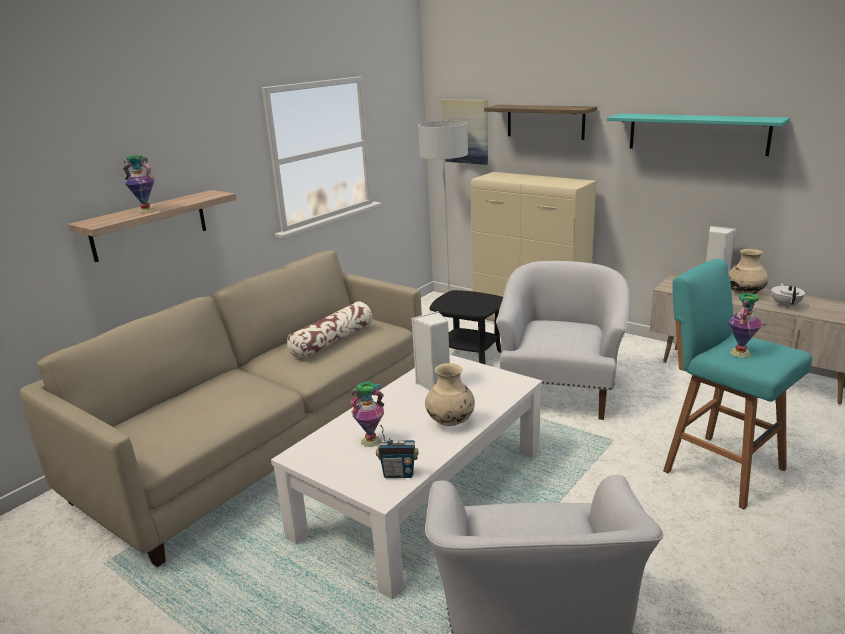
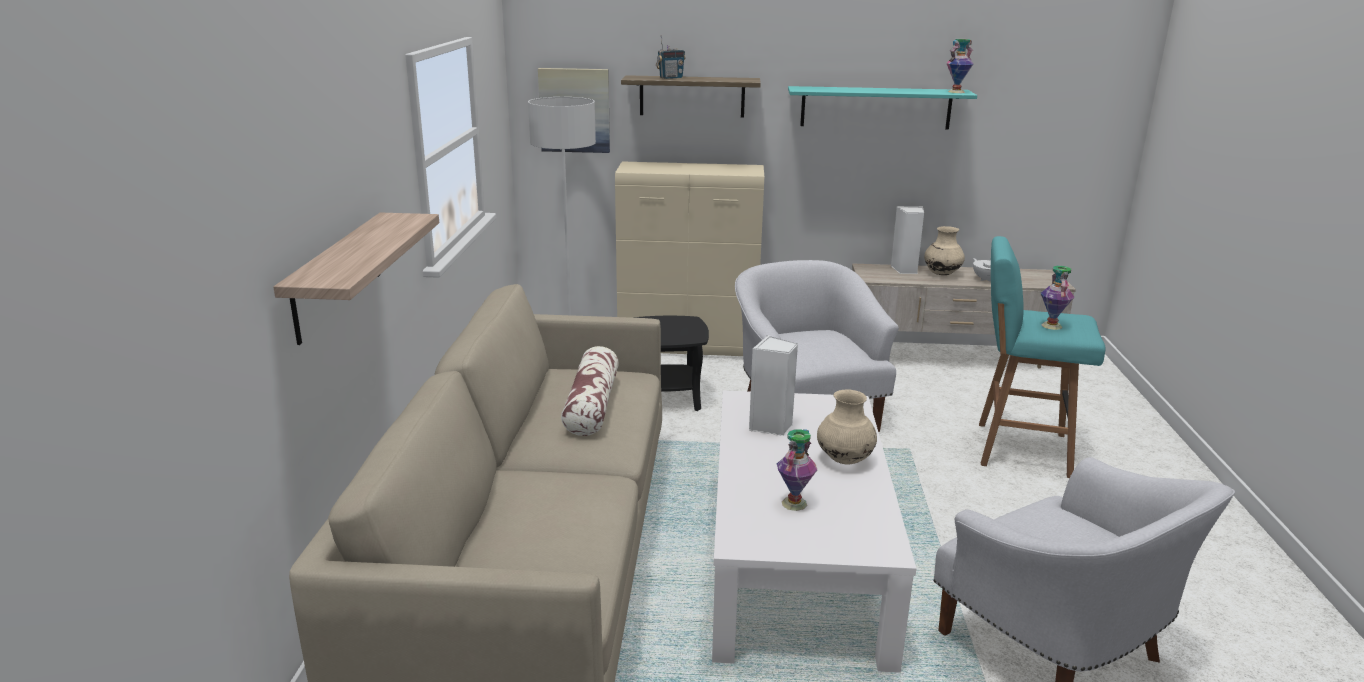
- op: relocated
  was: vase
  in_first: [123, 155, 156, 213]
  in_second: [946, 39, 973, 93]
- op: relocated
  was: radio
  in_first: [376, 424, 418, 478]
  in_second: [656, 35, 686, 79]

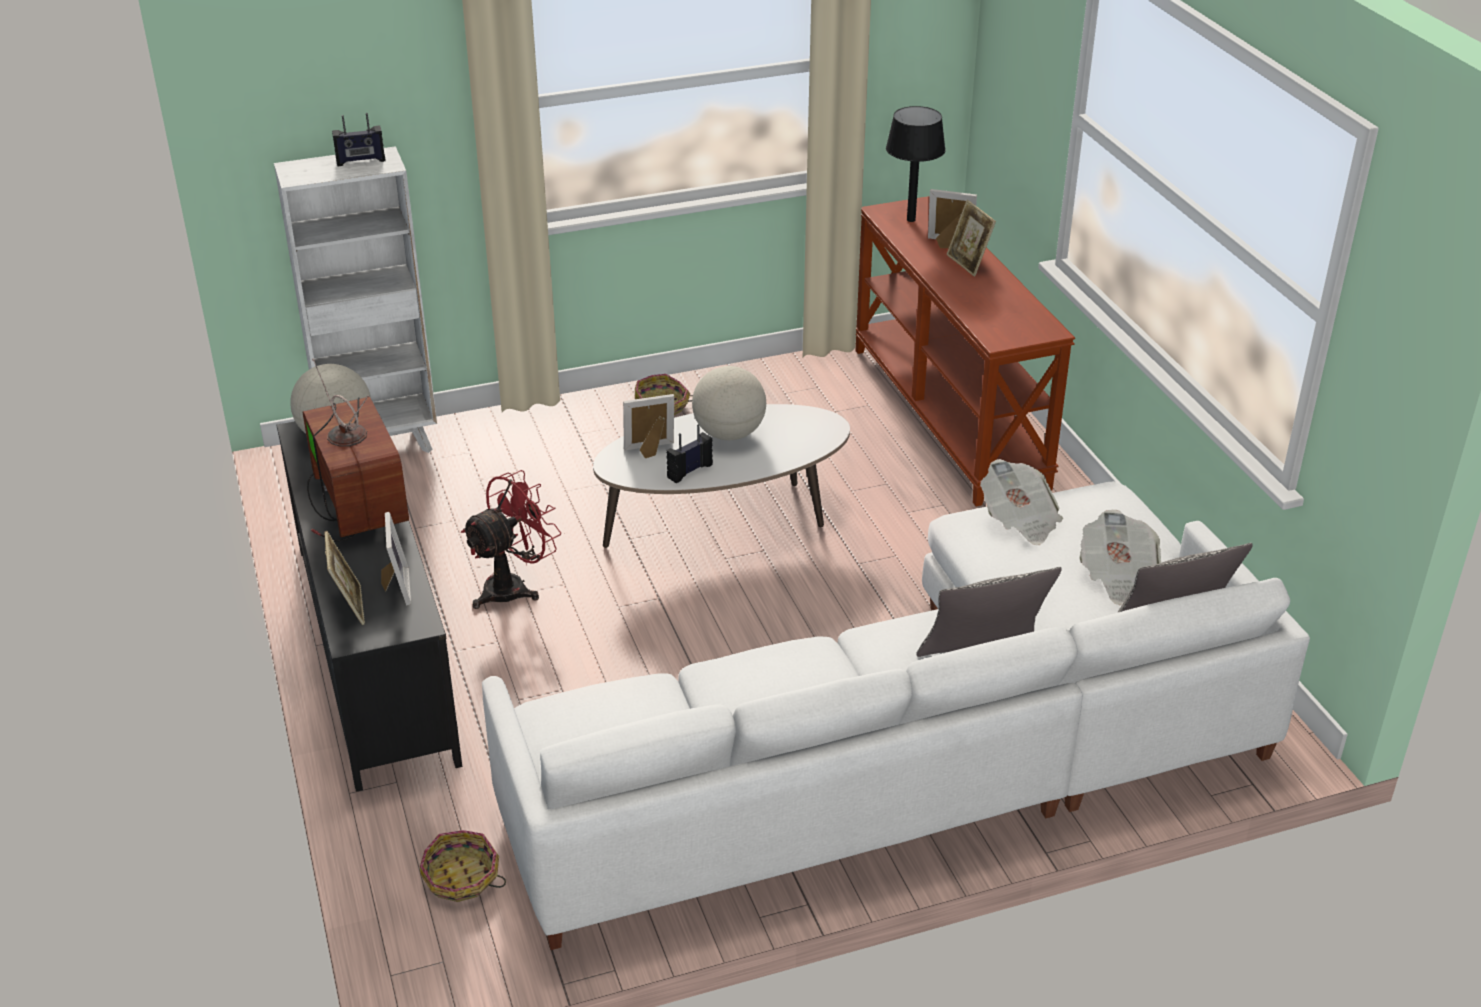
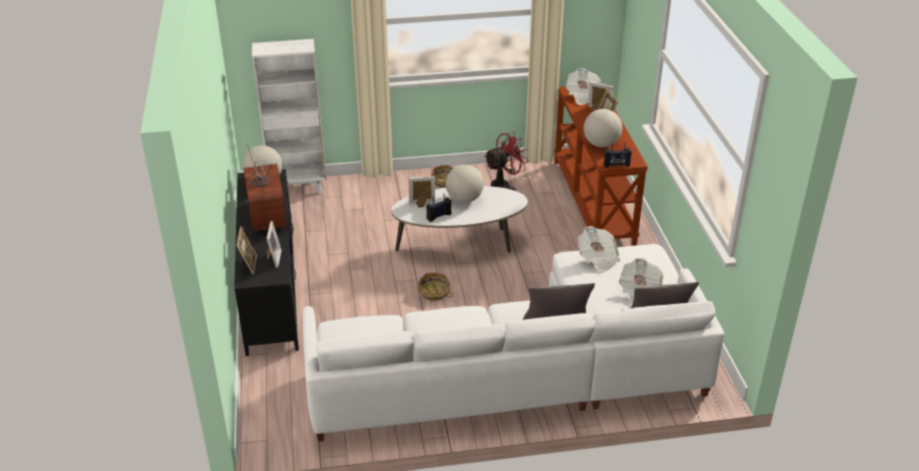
- op: appeared
  now: globe
  in_second: [584, 109, 622, 147]
- op: relocated
  was: radio
  in_first: [332, 113, 385, 166]
  in_second: [604, 142, 631, 168]
- op: relocated
  was: panier
  in_first: [420, 830, 506, 902]
  in_second: [417, 273, 453, 301]
- op: relocated
  was: ventilateur/rouge
  in_first: [461, 470, 561, 609]
  in_second: [484, 132, 529, 191]
- op: exchanged
  was: lampe de table/noir
  now: journal
  in_first: [886, 106, 946, 222]
  in_second: [565, 68, 601, 105]

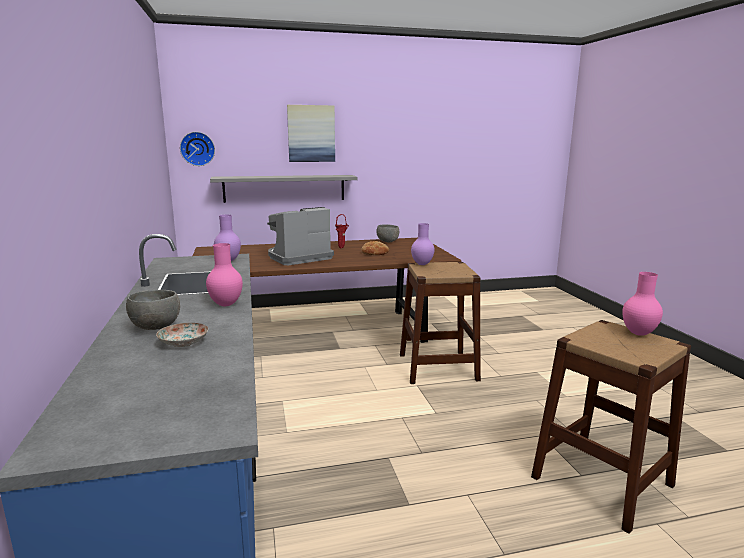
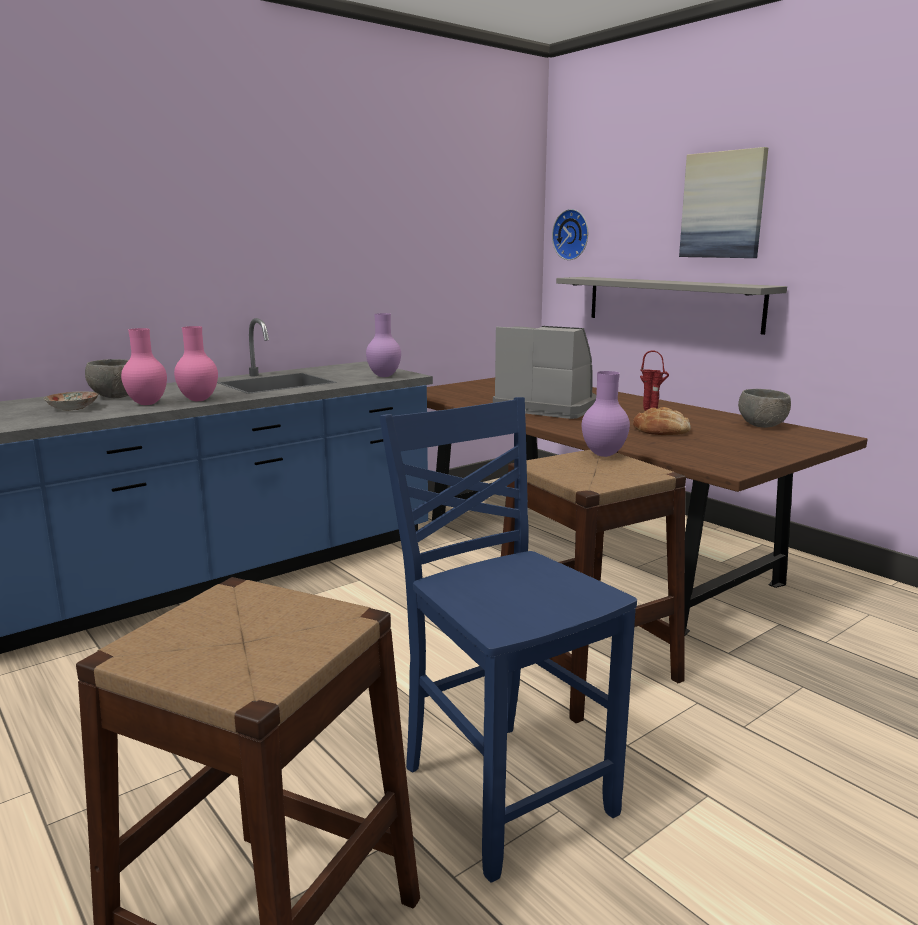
- op: appeared
  now: chaise/bleu
  in_second: [379, 397, 637, 882]
- op: relocated
  was: vase/rose
  in_first: [622, 272, 663, 336]
  in_second: [121, 328, 167, 405]

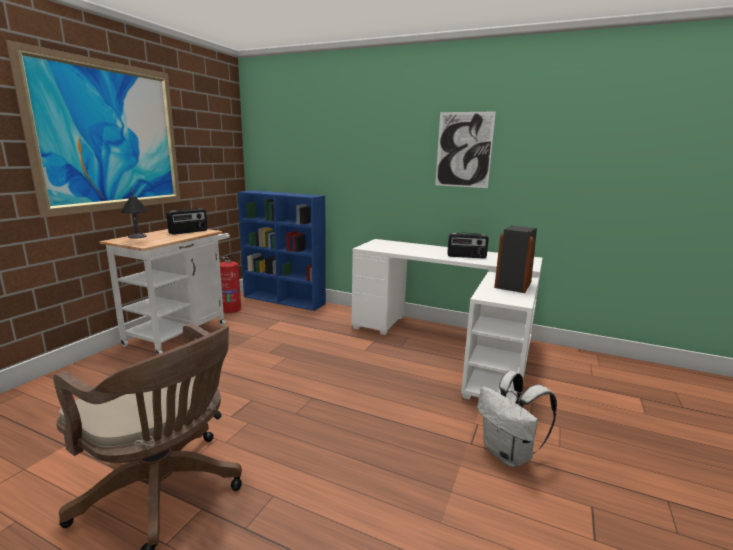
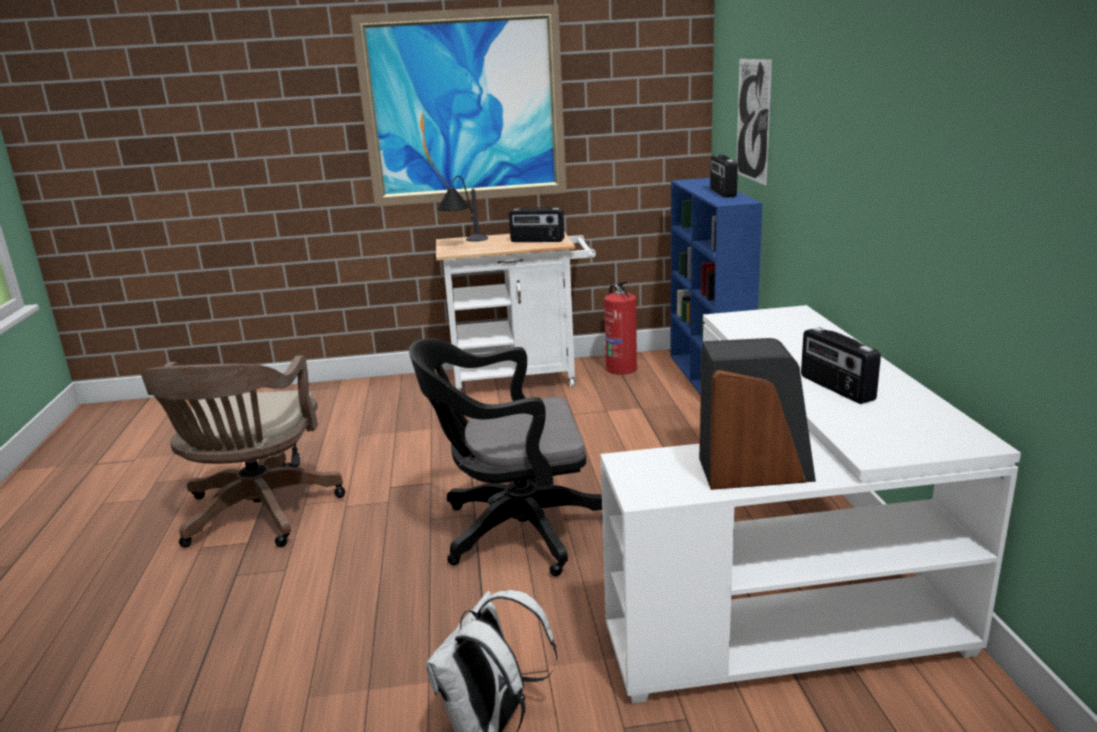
- op: appeared
  now: chaise de bureau/noir
  in_second: [409, 338, 603, 576]
- op: appeared
  now: radio
  in_second: [710, 155, 738, 198]
- op: relocated
  was: tableau
  in_first: [435, 112, 496, 188]
  in_second: [736, 59, 772, 185]

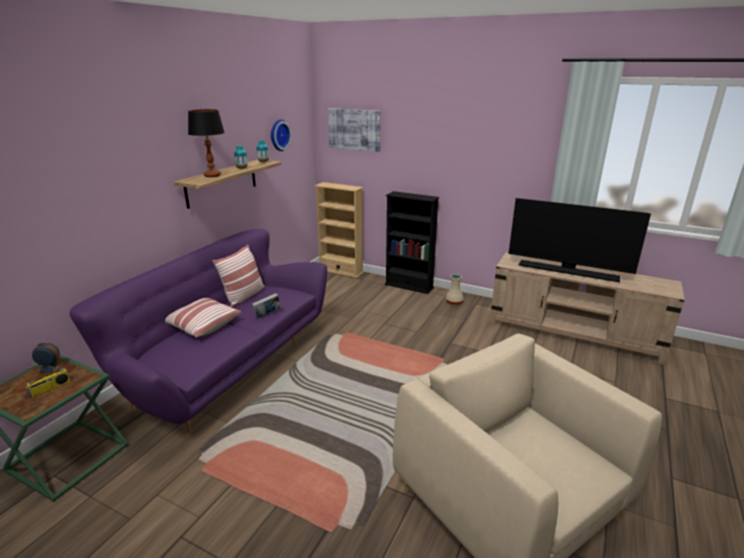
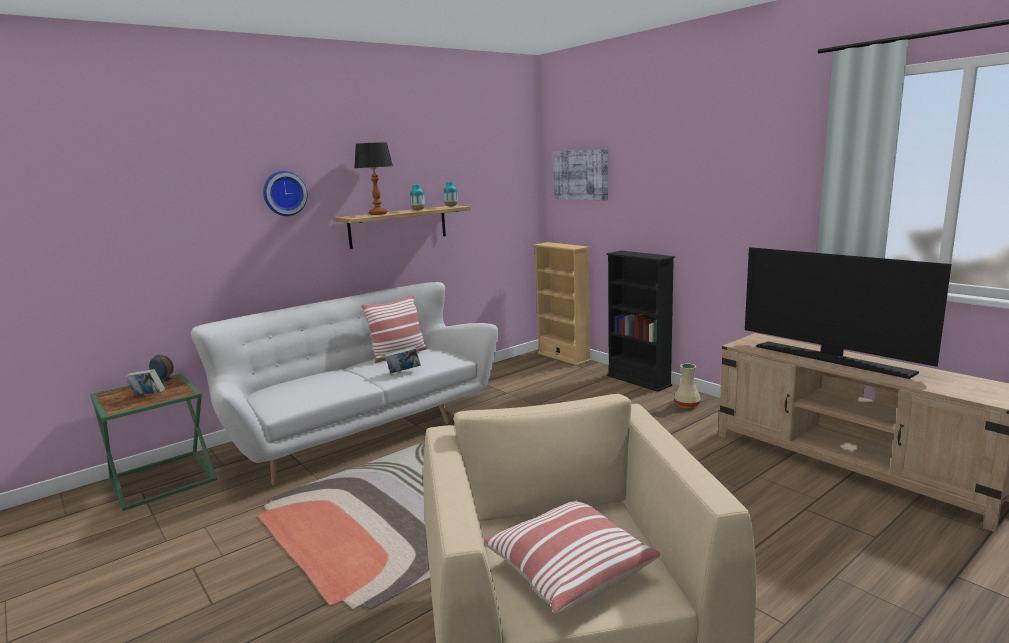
- op: relocated
  was: coussin
  in_first: [165, 298, 241, 338]
  in_second: [483, 500, 660, 614]
- op: relocated
  was: horloge murale
  in_first: [271, 120, 292, 151]
  in_second: [263, 171, 308, 216]
- op: exchanged
  was: radio
  now: livre
  in_first: [25, 364, 70, 398]
  in_second: [124, 369, 165, 395]
- op: colour
  was: canapé/violet
  now: canapé/blanc
  in_first: [69, 229, 327, 437]
  in_second: [191, 282, 498, 486]

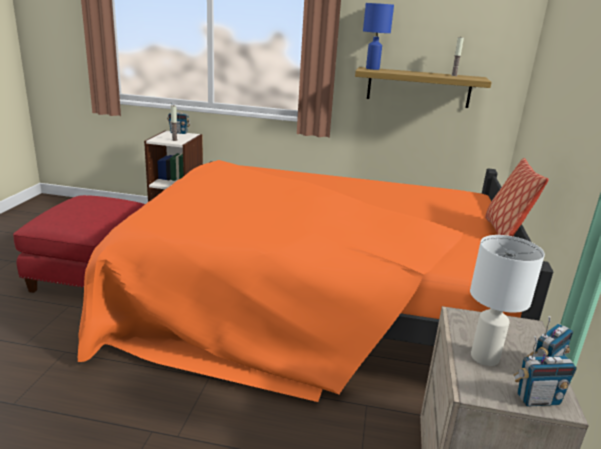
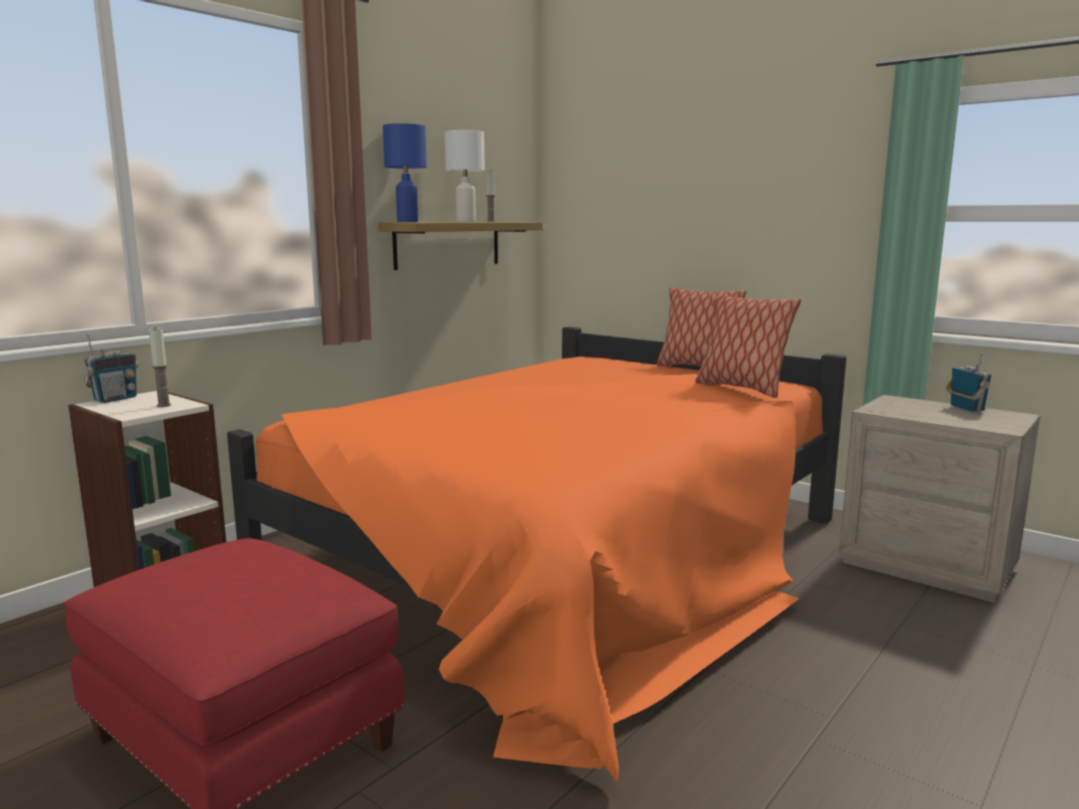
- op: missing
  was: radio
  in_first: [514, 336, 577, 407]
- op: appeared
  now: coussin
  in_second: [695, 293, 801, 398]
- op: relocated
  was: lampe de table/blanc
  in_first: [470, 235, 545, 366]
  in_second: [445, 130, 485, 222]

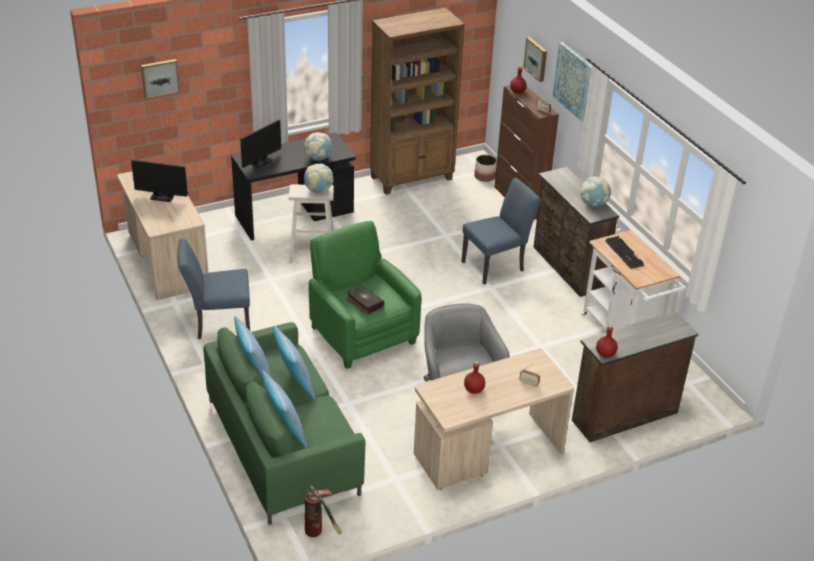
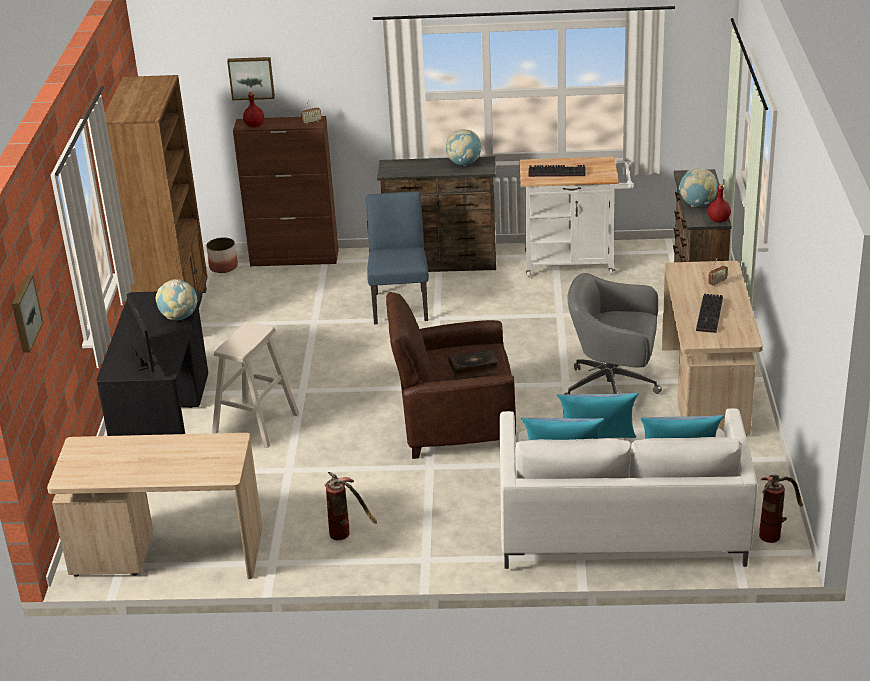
- op: missing
  was: écran d'ordinateur
  in_first: [131, 160, 188, 202]
- op: missing
  was: tableau
  in_first: [553, 42, 592, 123]
- op: relocated
  was: globe
  in_first: [304, 164, 333, 193]
  in_second: [679, 168, 718, 207]
- op: exchanged
  was: chaise/bleu
  now: extincteur
  in_first: [177, 238, 250, 339]
  in_second: [325, 472, 377, 540]
- op: exchanged
  was: bouteille/rouge
  now: clavier
  in_first: [464, 361, 485, 394]
  in_second: [696, 294, 723, 333]
- op: colour
  was: canapé/vert
  now: canapé/blanc
  in_first: [203, 322, 365, 525]
  in_second: [500, 408, 757, 569]
- op: colour
  was: fauteuil/vert
  now: fauteuil/marron
  in_first: [309, 221, 422, 369]
  in_second: [386, 292, 516, 459]

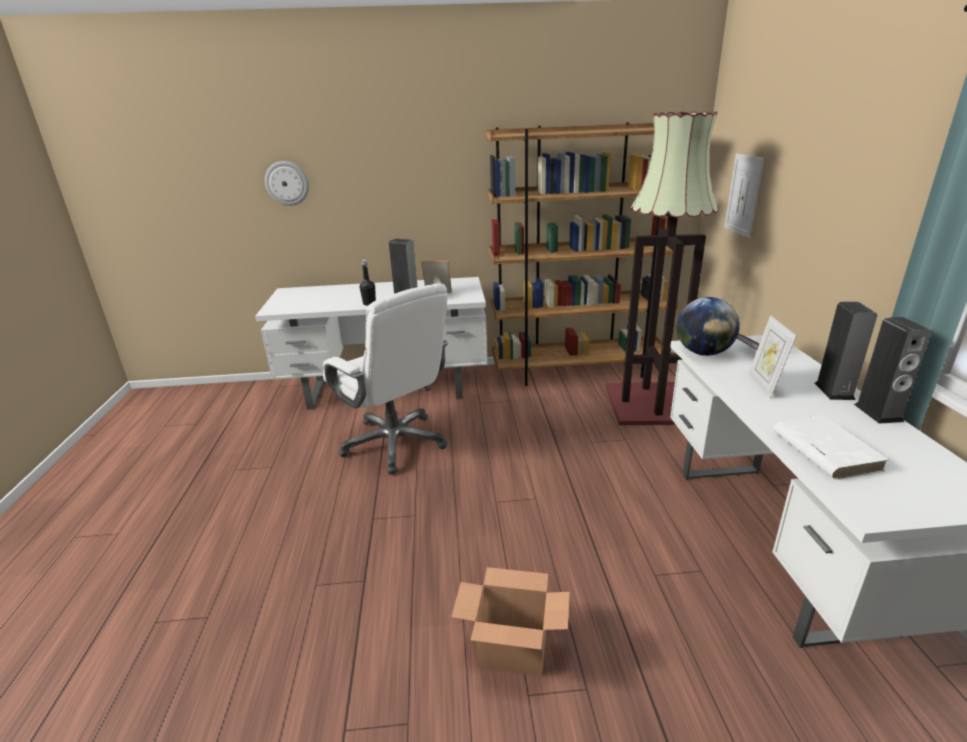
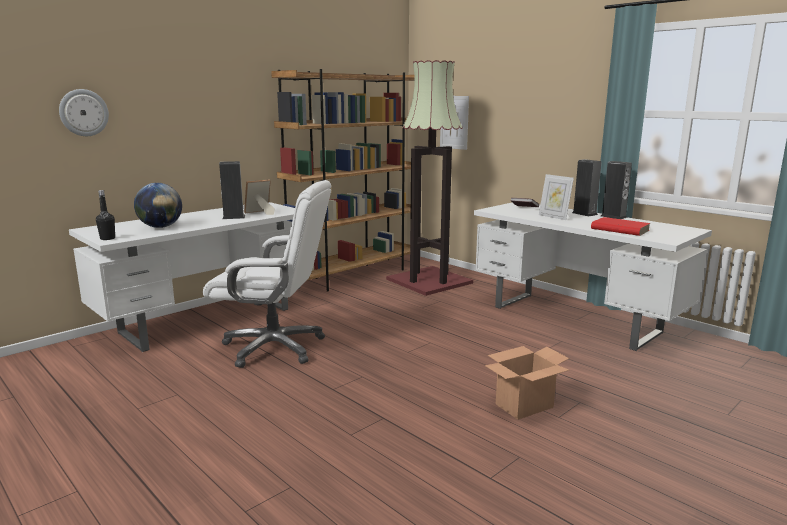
- op: relocated
  was: bouteille/noir
  in_first: [359, 260, 376, 306]
  in_second: [96, 190, 115, 240]
- op: relocated
  was: globe
  in_first: [677, 297, 740, 356]
  in_second: [134, 183, 182, 228]
- op: colour
  was: livre/blanc
  now: livre/rouge
  in_first: [773, 416, 888, 479]
  in_second: [591, 217, 651, 236]

